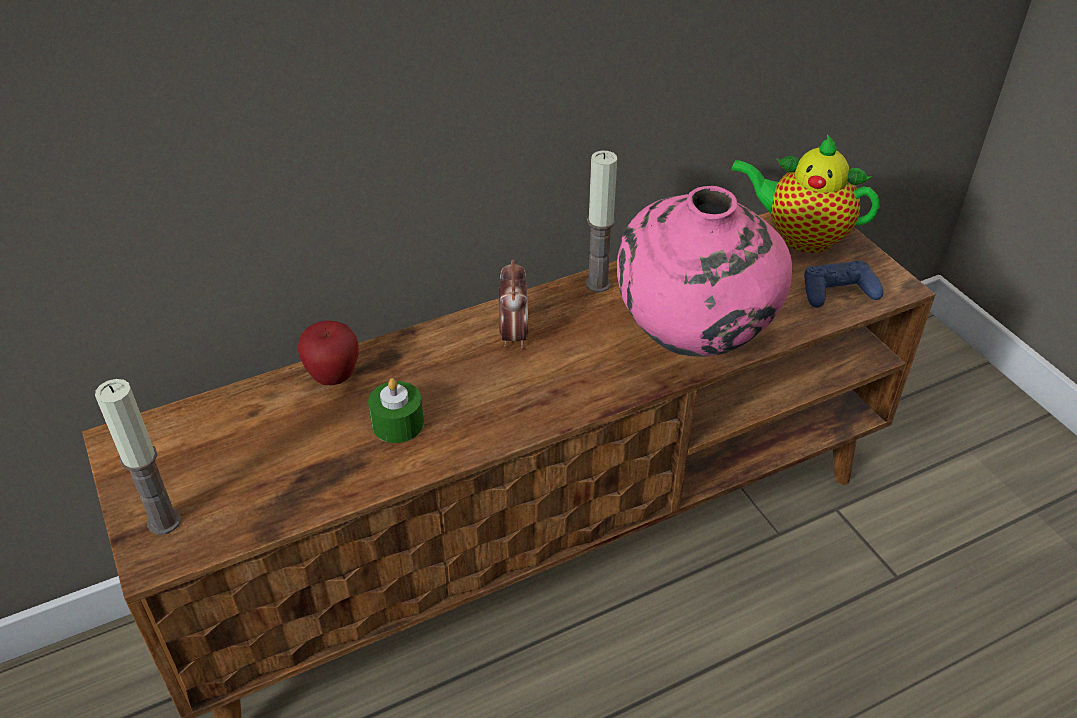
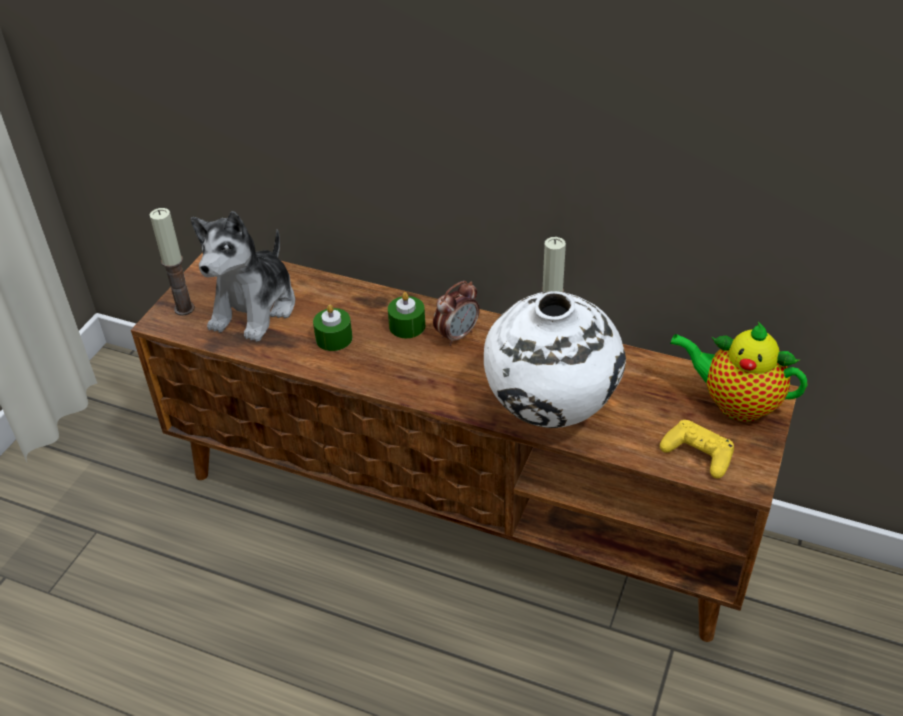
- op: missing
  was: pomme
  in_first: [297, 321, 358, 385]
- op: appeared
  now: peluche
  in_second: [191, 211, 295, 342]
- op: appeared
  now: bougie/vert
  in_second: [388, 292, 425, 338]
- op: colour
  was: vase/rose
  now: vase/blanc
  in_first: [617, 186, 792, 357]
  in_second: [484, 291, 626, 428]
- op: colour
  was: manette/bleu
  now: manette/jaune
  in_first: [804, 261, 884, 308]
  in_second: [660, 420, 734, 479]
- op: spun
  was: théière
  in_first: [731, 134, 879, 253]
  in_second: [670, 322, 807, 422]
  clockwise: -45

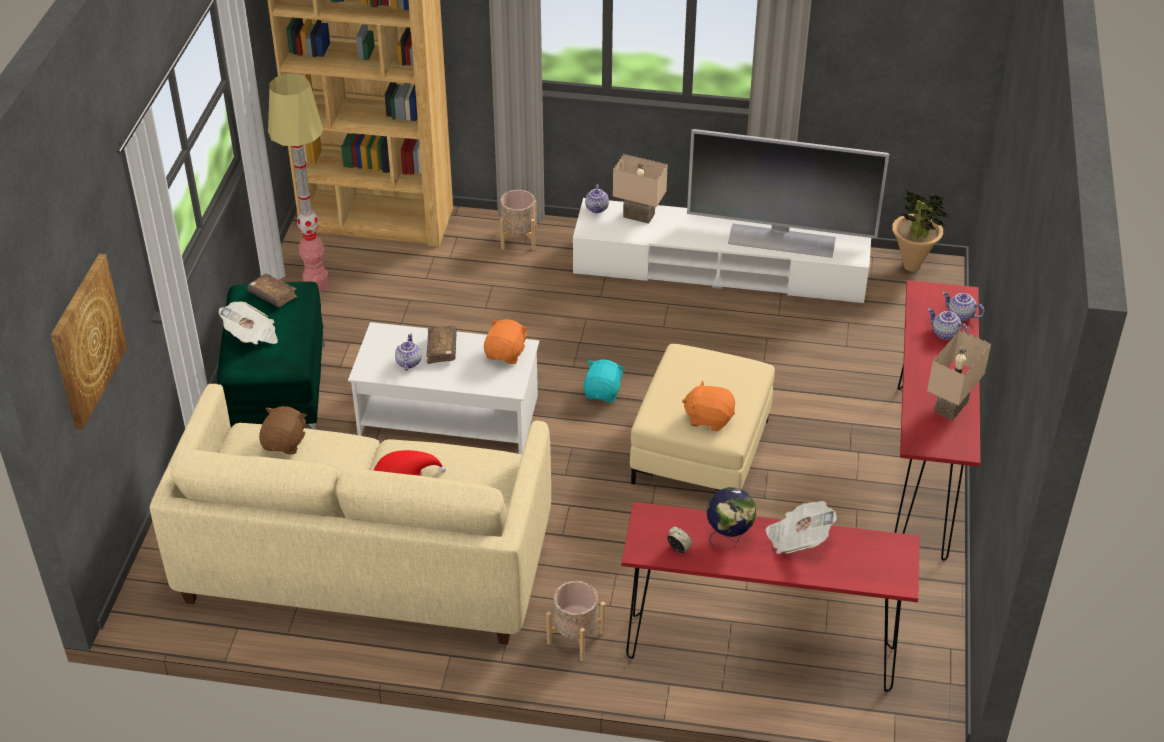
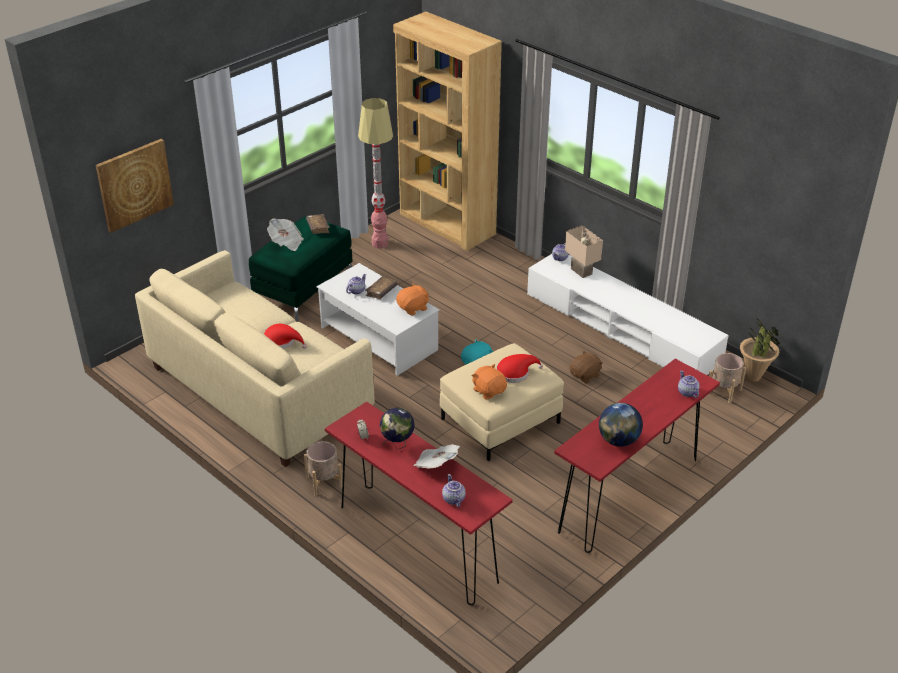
- op: missing
  was: téléviseur
  in_first: [687, 129, 889, 258]
- op: appeared
  now: chapeau/rouge
  in_second: [496, 354, 543, 383]
- op: relocated
  was: peluche/marron
  in_first: [259, 406, 306, 454]
  in_second: [570, 350, 603, 384]
- op: relocated
  was: cache-pot/beige
  in_first: [500, 190, 537, 250]
  in_second: [709, 353, 746, 404]
- op: relocated
  was: théière
  in_first: [928, 308, 968, 340]
  in_second: [442, 474, 466, 507]
- op: exchanged
  was: lampe de table/beige
  now: globe
  in_first: [927, 330, 991, 420]
  in_second: [599, 403, 643, 447]

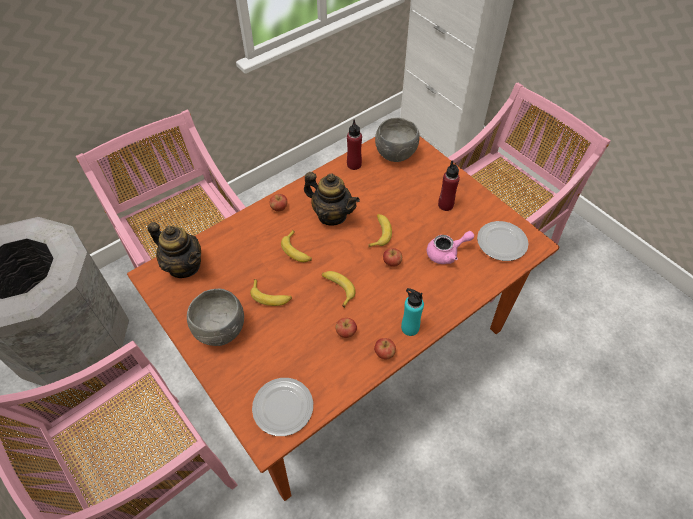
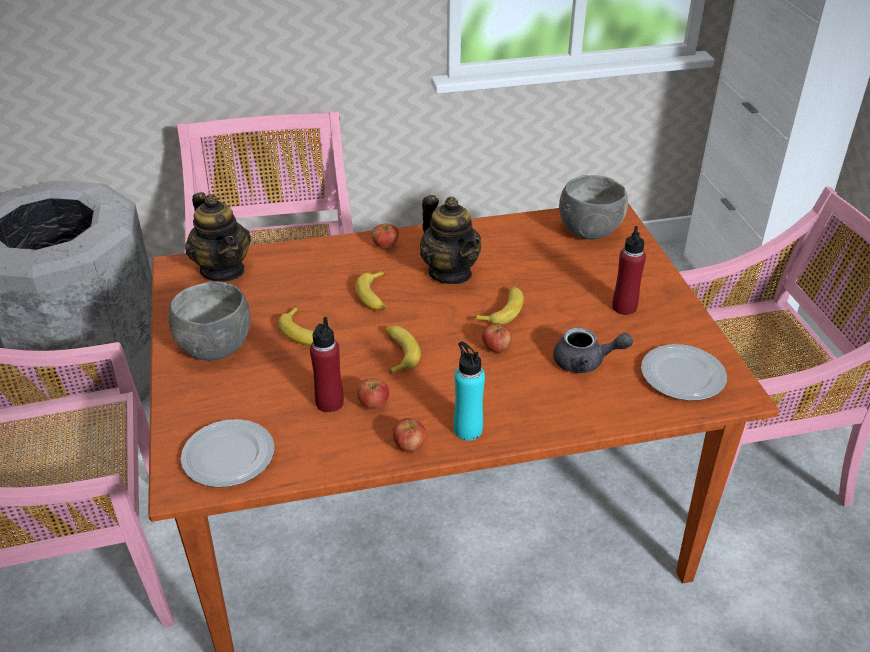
- op: relocated
  was: bouteille/rouge
  in_first: [347, 120, 362, 170]
  in_second: [310, 317, 344, 413]
- op: colour
  was: théière/rose
  now: théière/gris
  in_first: [427, 231, 474, 264]
  in_second: [553, 328, 633, 373]

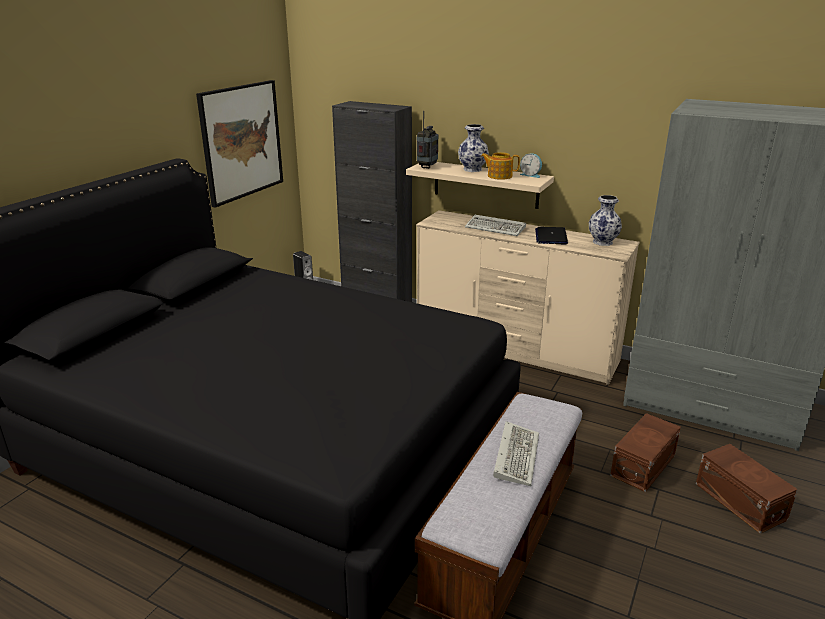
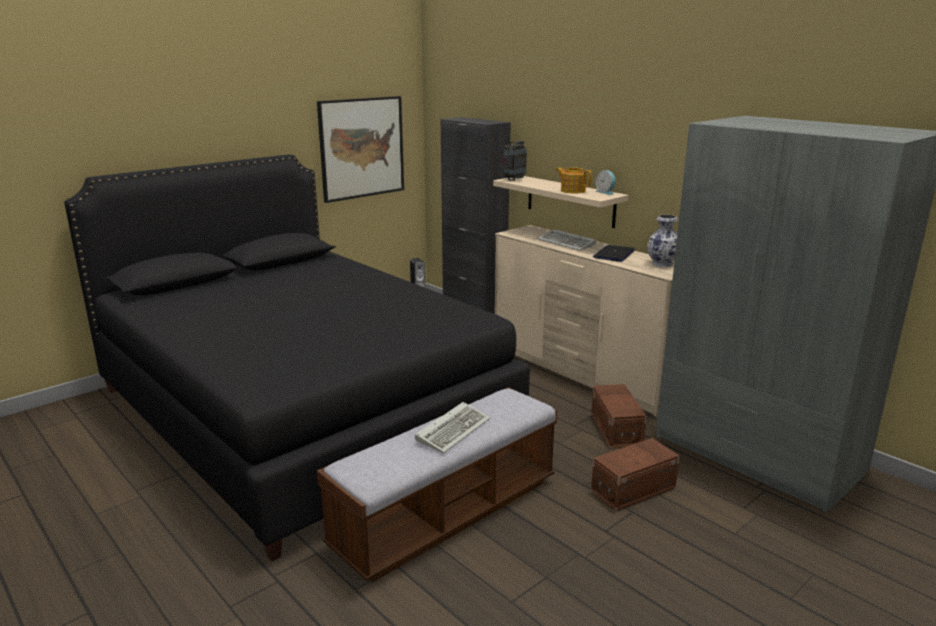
- op: missing
  was: vase
  in_first: [458, 124, 489, 172]
- op: relocated
  was: boîte de rangement/marron
  in_first: [696, 444, 798, 534]
  in_second: [591, 384, 647, 448]

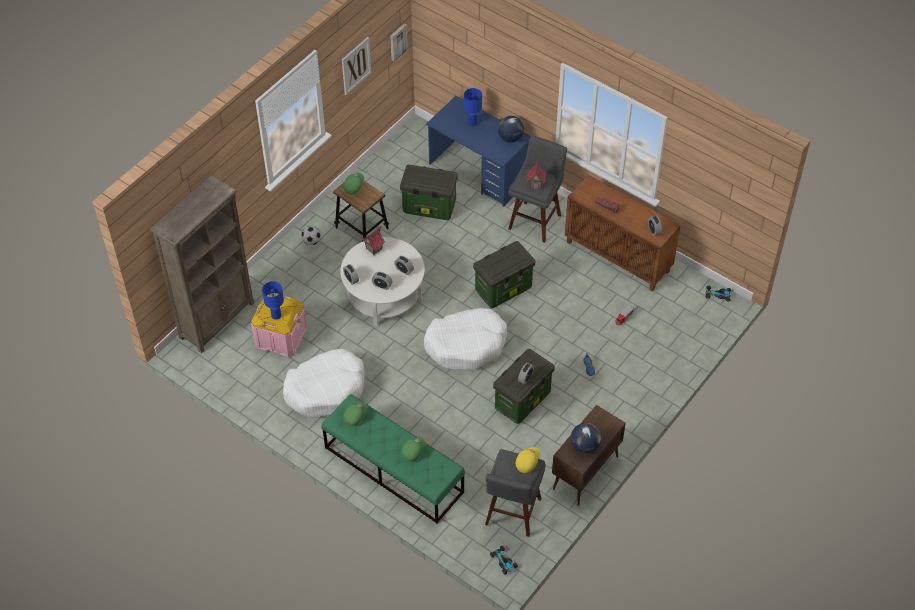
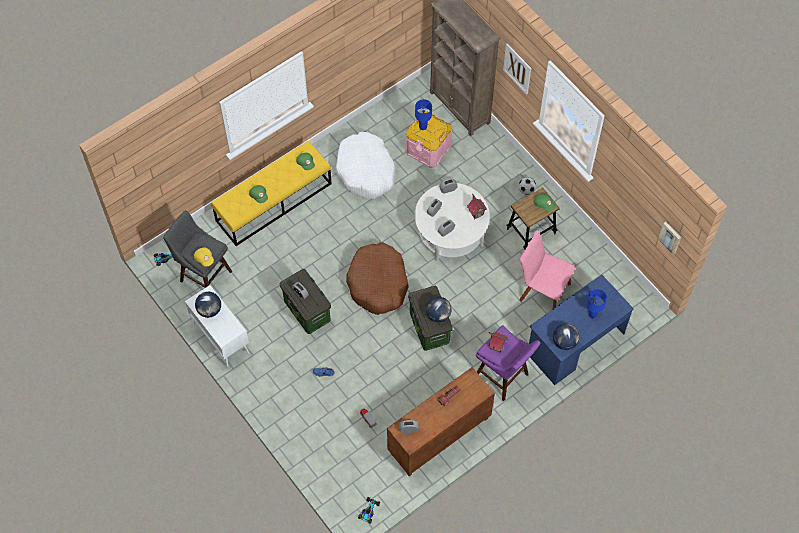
- op: appeared
  now: globe
  in_second: [426, 297, 452, 323]
- op: relocated
  was: tableau
  in_first: [342, 37, 371, 95]
  in_second: [503, 44, 531, 95]
- op: exchanged
  was: boîte de rangement
  now: chaise/rose
  in_first: [400, 164, 458, 220]
  in_second: [519, 230, 575, 309]
- op: colour
  was: banc/vert
  now: banc/jaune
  in_first: [322, 394, 465, 523]
  in_second: [211, 141, 332, 246]
- op: colour
  was: panier pour chien/blanc
  now: panier pour chien/marron
  in_first: [424, 308, 507, 371]
  in_second: [346, 242, 409, 315]
- op: colour
  was: tabouret/gris
  now: tabouret/violet
  in_first: [508, 136, 567, 243]
  in_second: [476, 325, 541, 401]
- op: colour
  was: meuble de rangement/marron
  now: meuble de rangement/blanc
  in_first: [552, 405, 626, 506]
  in_second: [185, 285, 249, 368]

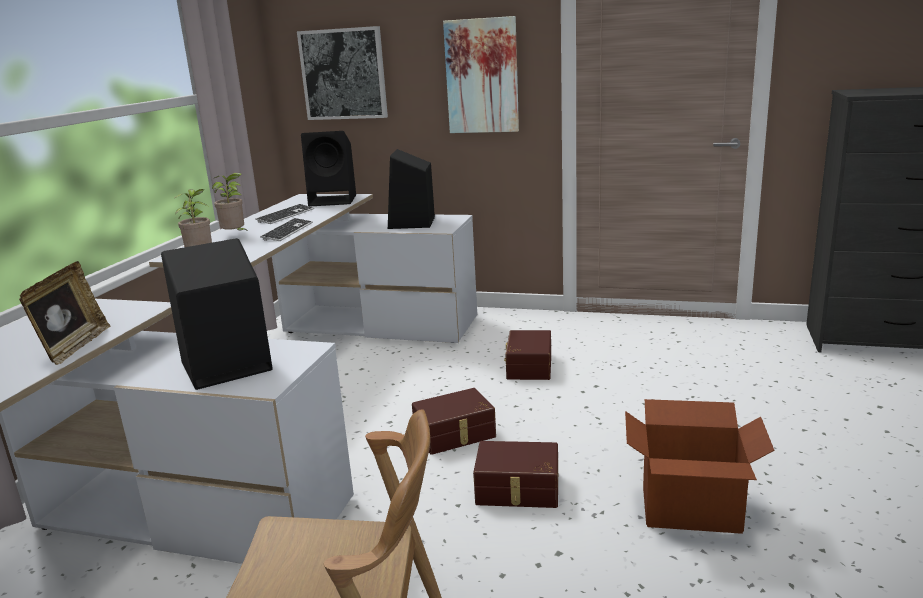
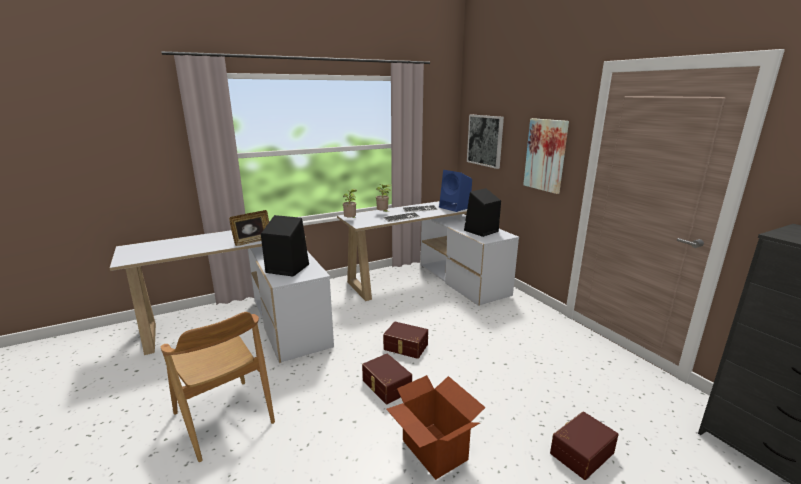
- op: relocated
  was: boîte de rangement/marron
  in_first: [504, 330, 551, 380]
  in_second: [550, 411, 618, 480]
- op: colour
  was: enceinte/noir
  now: enceinte/bleu
  in_first: [301, 131, 356, 207]
  in_second: [439, 170, 472, 212]

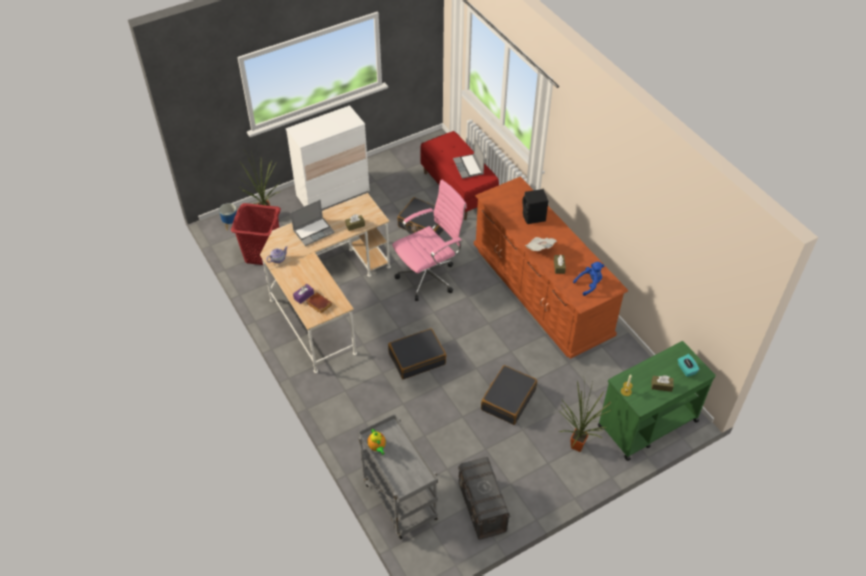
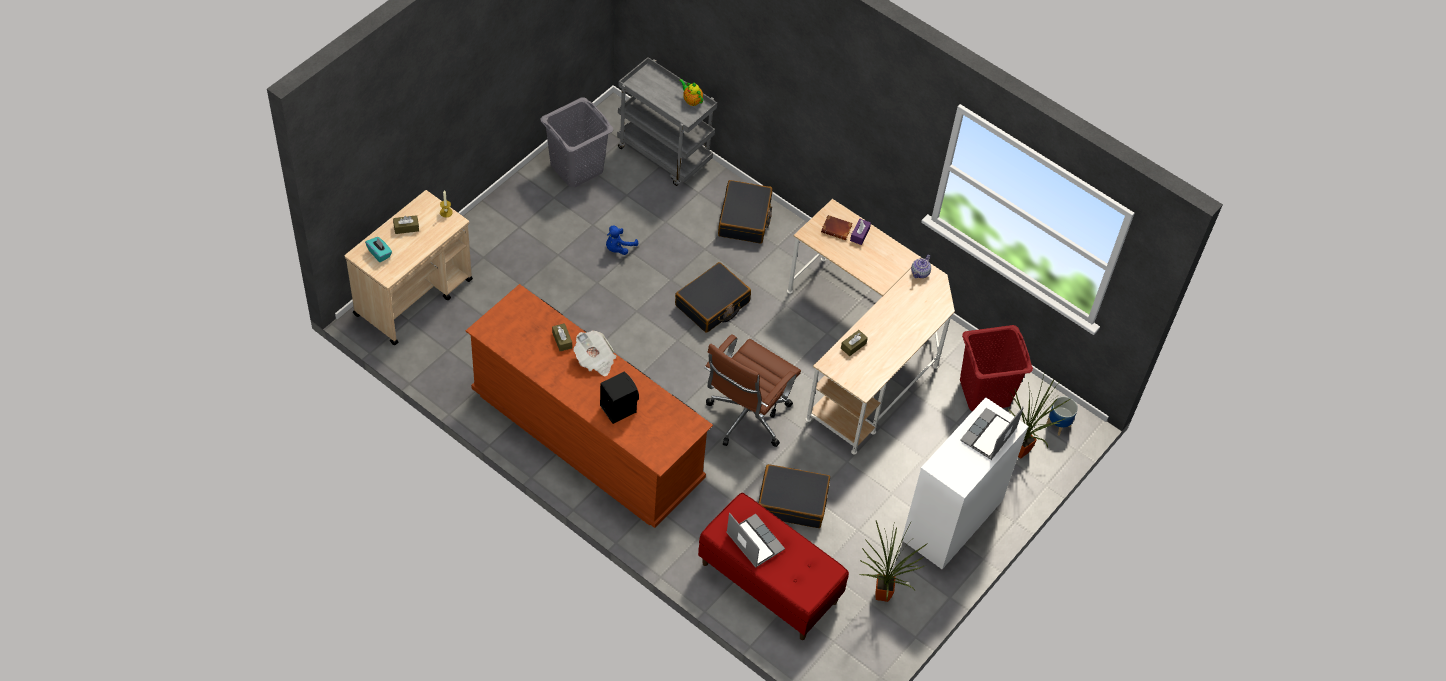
- op: relocated
  was: ordinateur portable
  in_first: [290, 200, 335, 246]
  in_second: [960, 407, 1024, 460]
- op: relocated
  was: valise/noir
  in_first: [481, 365, 537, 425]
  in_second: [718, 180, 773, 244]
- op: relocated
  was: plante en pot
  in_first: [559, 380, 612, 452]
  in_second: [859, 521, 928, 602]
- op: relocated
  was: peluche/bleu
  in_first: [573, 262, 604, 296]
  in_second: [606, 225, 638, 255]
- op: exchanged
  was: boîte de rangement/gris
  now: panier à linge/gris
  in_first: [458, 457, 511, 540]
  in_second: [541, 97, 613, 188]
- op: colour
  was: chaise de bureau/rose
  now: chaise de bureau/marron
  in_first: [392, 179, 467, 301]
  in_second: [704, 334, 801, 447]
- op: colour
  was: chariot/vert
  now: chariot/beige
  in_first: [598, 341, 716, 461]
  in_second: [345, 190, 473, 345]

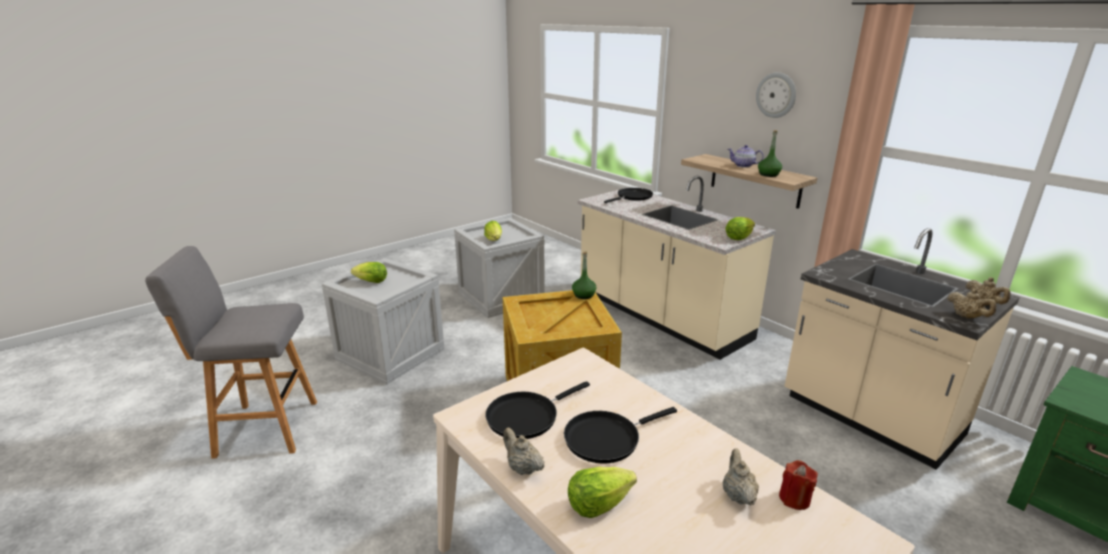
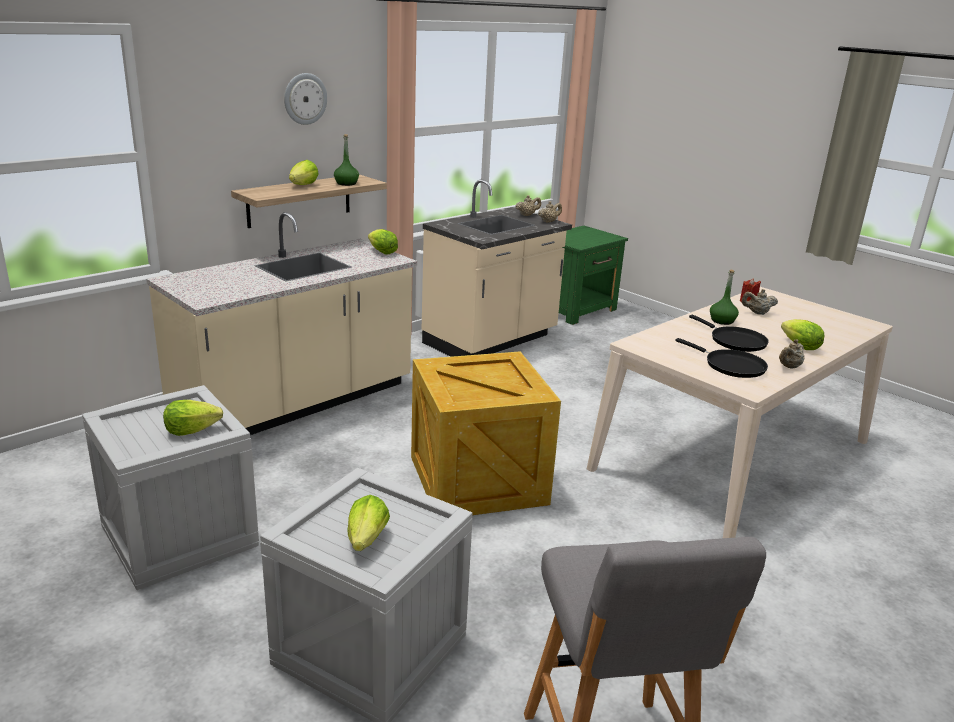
- op: missing
  was: poêle/noir
  in_first: [604, 188, 653, 203]
- op: relocated
  was: bouteille/vert
  in_first: [572, 252, 596, 299]
  in_second: [710, 269, 739, 325]
- op: exchanged
  was: théière
  now: laitue
  in_first: [728, 145, 764, 168]
  in_second: [289, 160, 319, 185]

